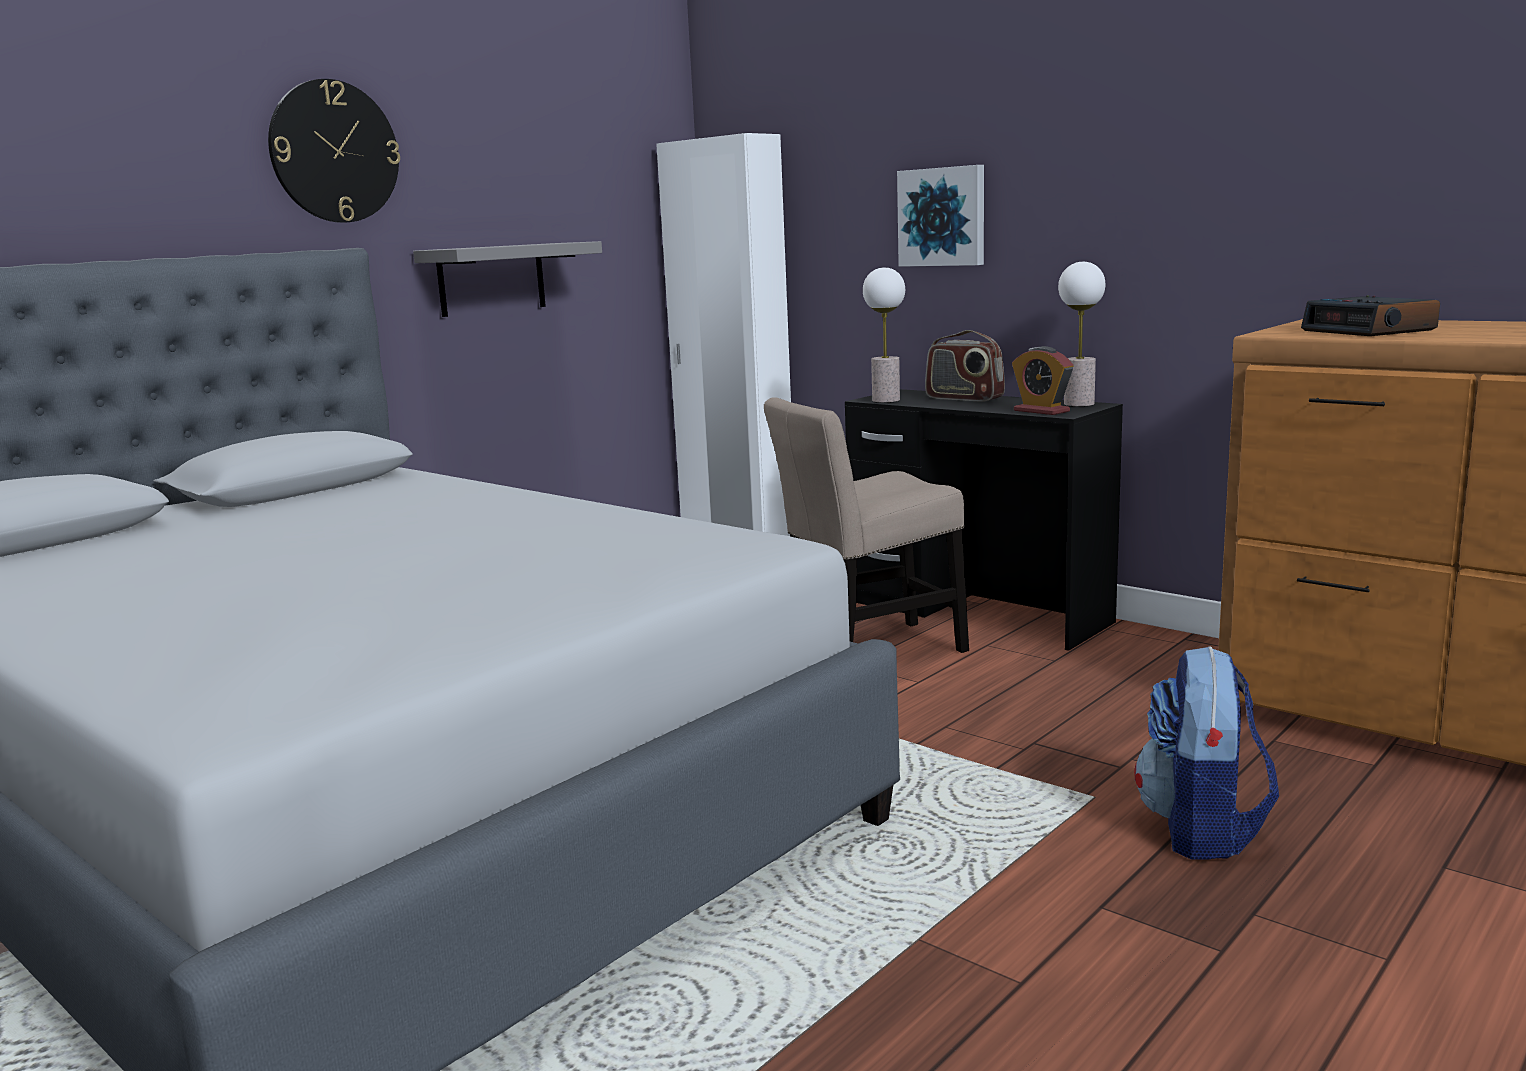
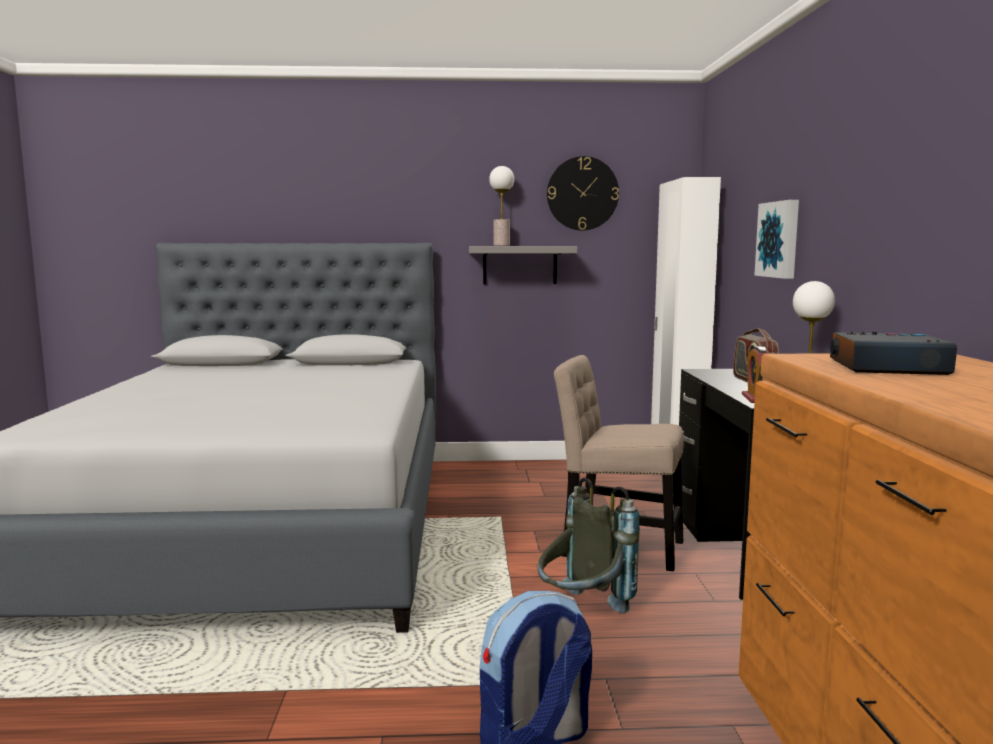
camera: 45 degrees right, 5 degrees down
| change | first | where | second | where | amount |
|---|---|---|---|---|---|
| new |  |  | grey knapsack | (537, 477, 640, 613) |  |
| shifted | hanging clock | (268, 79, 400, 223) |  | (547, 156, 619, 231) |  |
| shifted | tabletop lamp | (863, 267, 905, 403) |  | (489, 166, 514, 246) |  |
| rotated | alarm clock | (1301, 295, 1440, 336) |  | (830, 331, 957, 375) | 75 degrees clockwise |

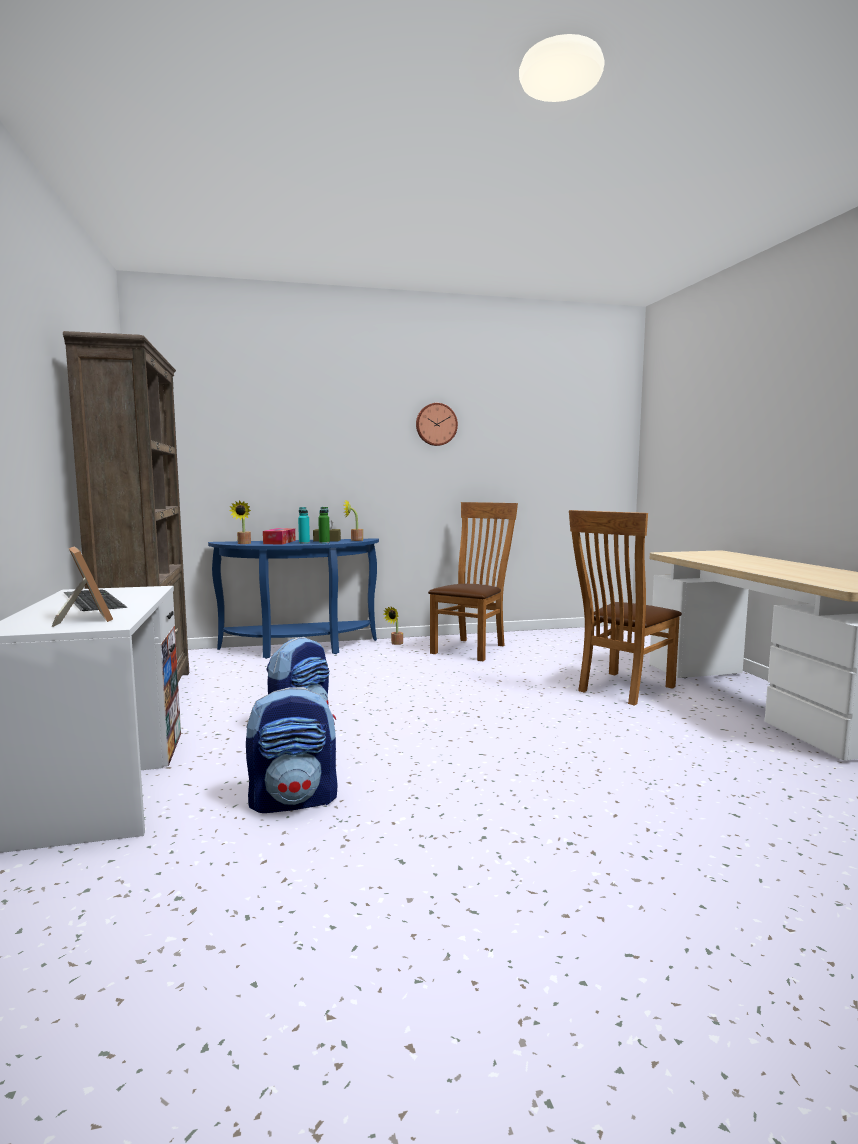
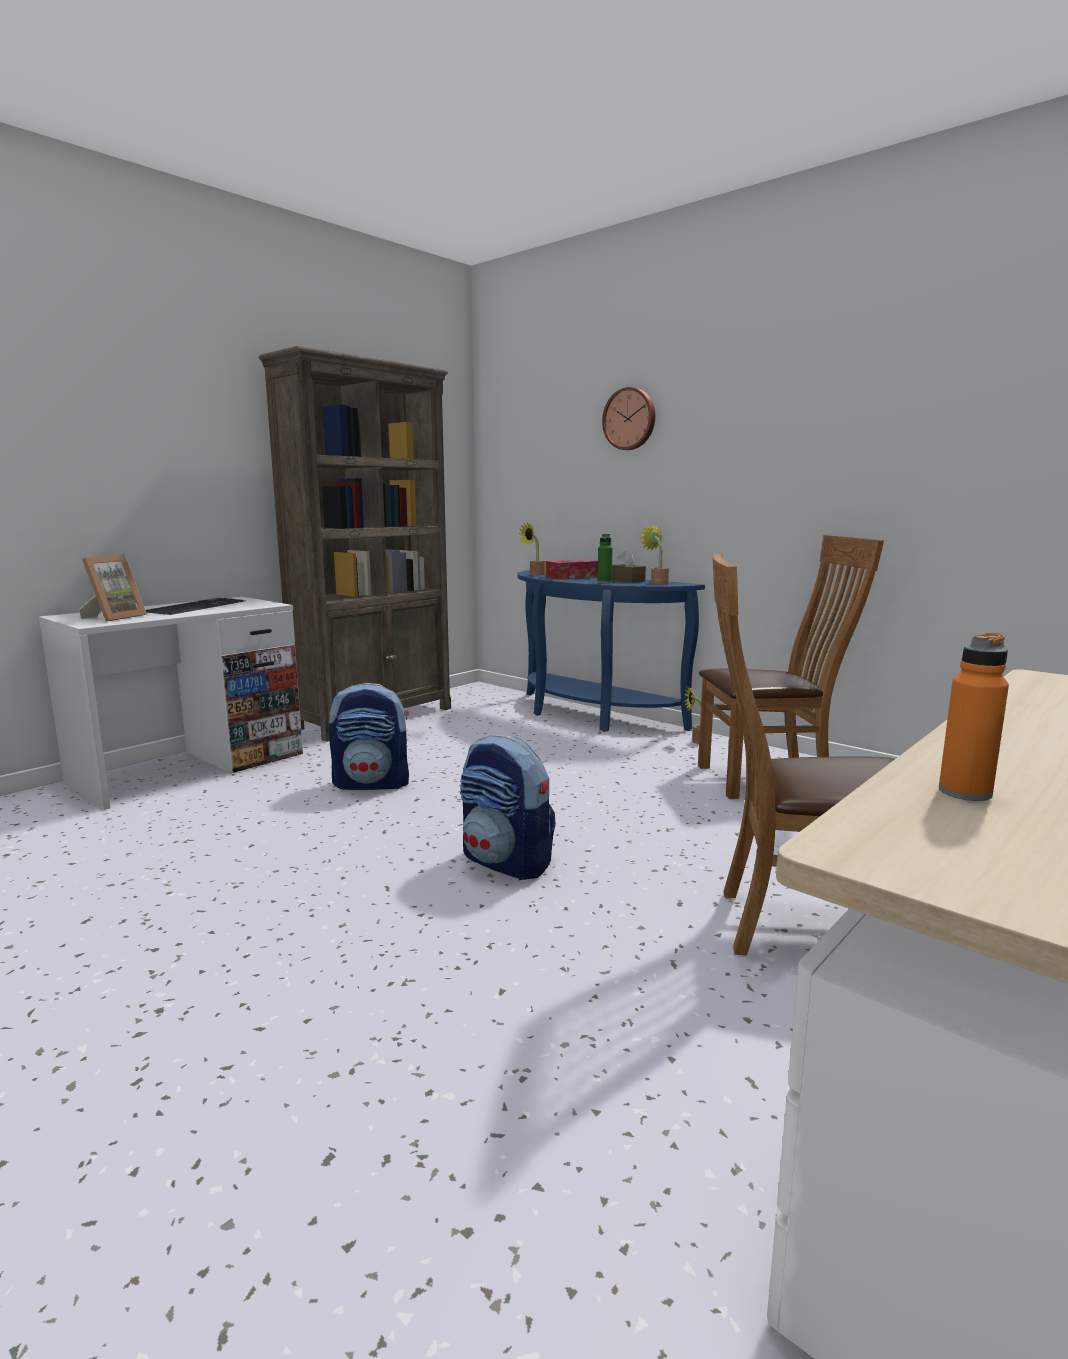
camera: 55 degrees right, 5 degrees up
| change | first | where | second | where | amount |
|---|---|---|---|---|---|
| gone | turquoise drink bottle | (298, 507, 310, 544) |  |  |  |
| new |  |  | orangey drink bottle | (939, 633, 1009, 801) |  |
| shifted | knapsack | (246, 687, 338, 813) |  | (460, 735, 556, 880) |  |
| shifted | hanging clock | (416, 403, 458, 446) |  | (602, 387, 655, 450) |  |

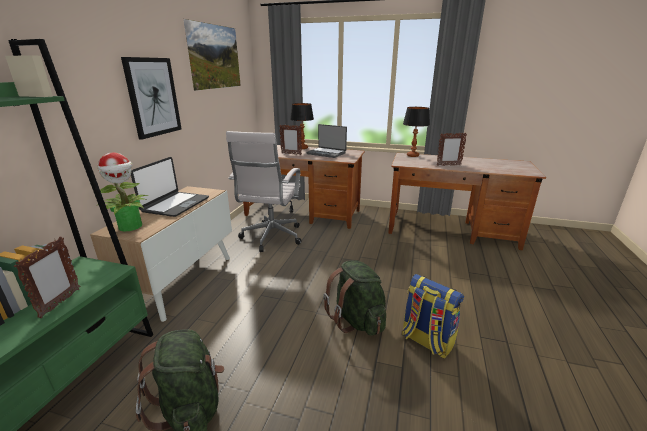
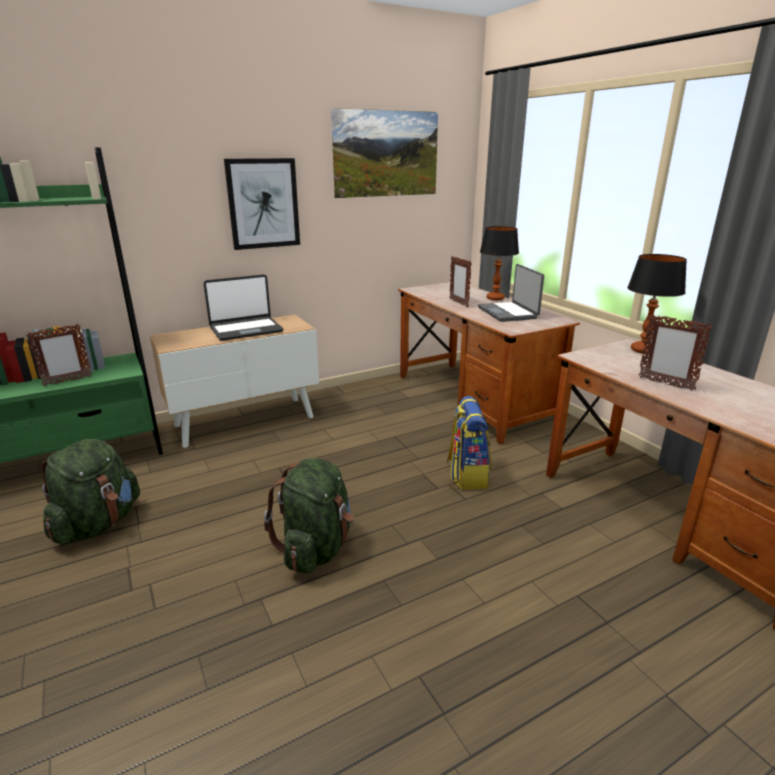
camera: 45 degrees right, 0 degrees up
| change | first | where | second | where | amount |
|---|---|---|---|---|---|
| gone | potted plant | (96, 152, 148, 232) |  |  |  |
| gone | white computer chair | (226, 131, 301, 252) |  |  |  |
| shifted | knapsack | (402, 274, 464, 359) |  | (447, 396, 491, 490) |  |

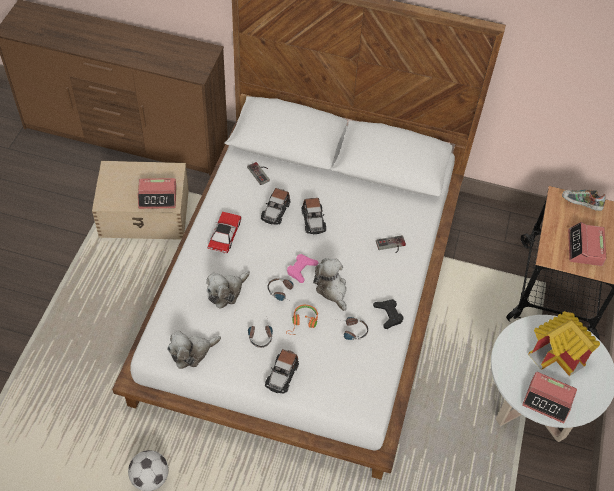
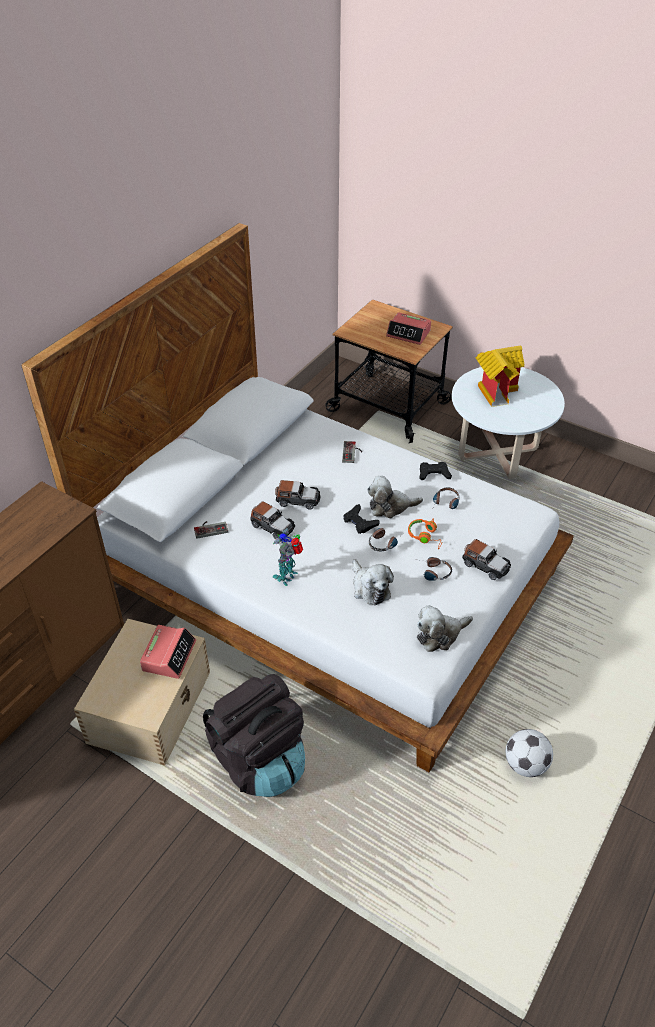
camera: 70 degrees left, 10 degrees down
| change | first | where | second | where | amount |
|---|---|---|---|---|---|
| gone | alarm clock | (522, 372, 577, 424) |  |  |  |
| gone | item of footwear | (562, 189, 606, 211) |  |  |  |
| new |  |  | blackish knapsack | (203, 674, 305, 797) |  |
| swapped | model car | (208, 212, 242, 254) | toy robot | (273, 528, 303, 586) |  |
| repainted | pink gamepad | (287, 254, 318, 283) | blackish gamepad | (343, 504, 380, 534) |  |
| rotated | plush toy | (167, 331, 221, 369) |  | (417, 605, 473, 652) | 75 degrees clockwise |

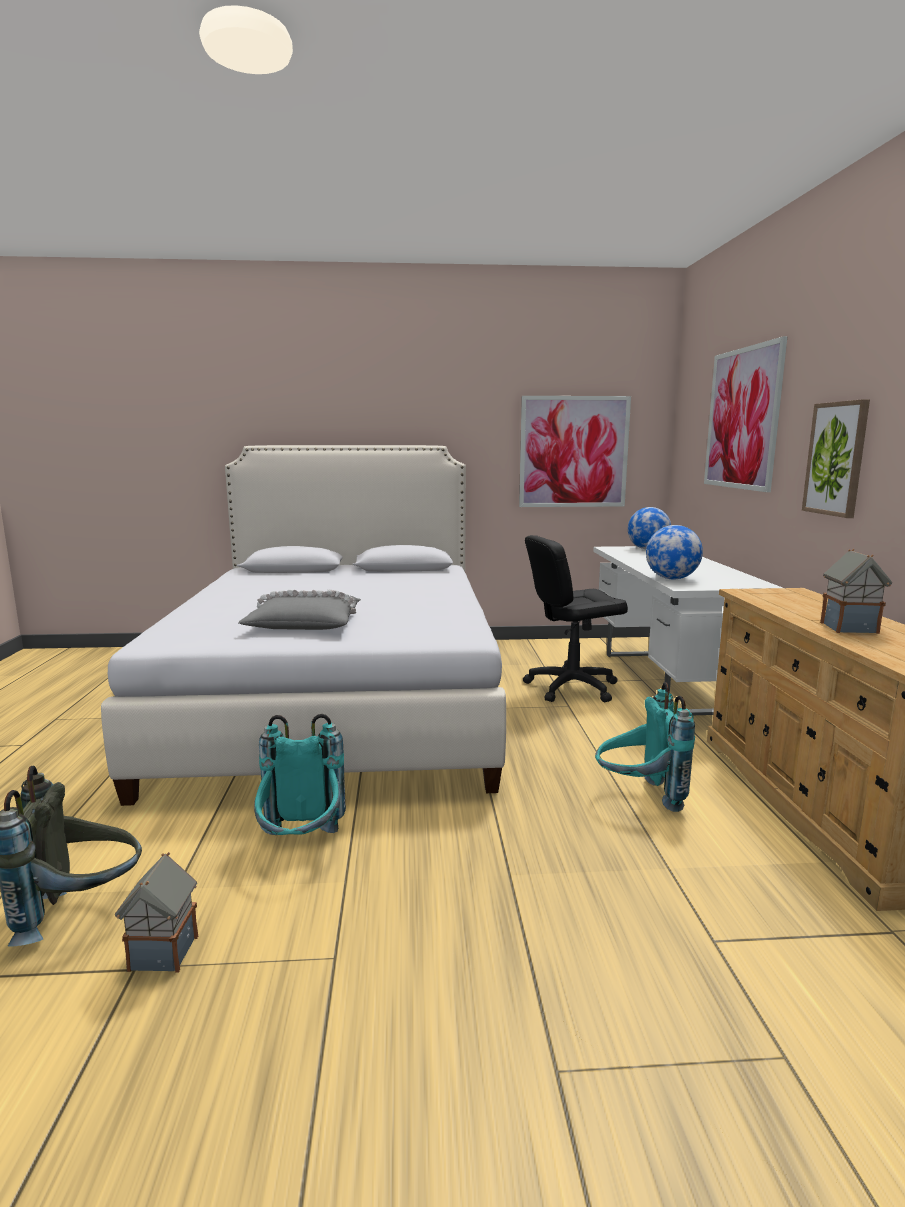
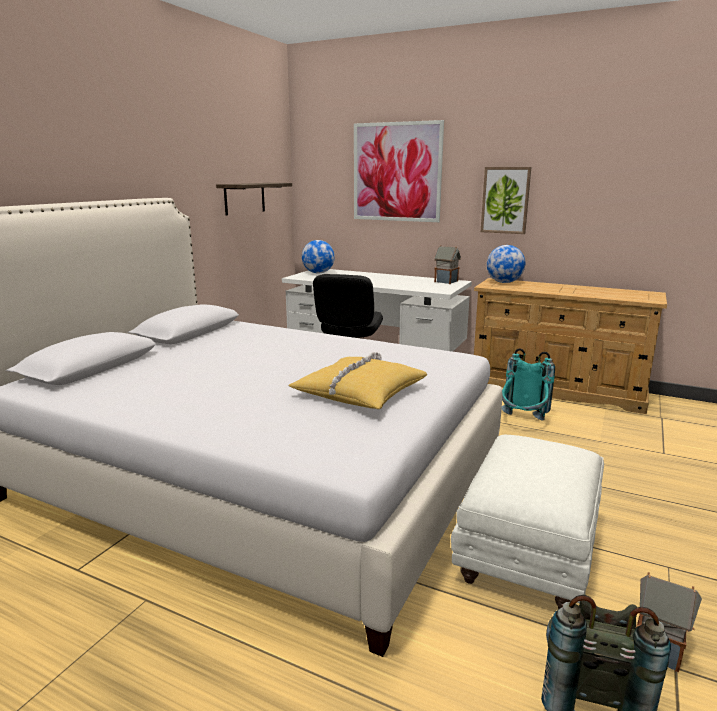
camera: 60 degrees left, 5 degrees up
| change | first | where | second | where | amount |
|---|---|---|---|---|---|
| shifted | globe | (646, 525, 703, 579) |  | (487, 245, 525, 283) |  |
| shifted | miniature house | (820, 549, 892, 634) |  | (434, 245, 461, 284) |  |
| swapped | turquoise knapsack | (254, 714, 346, 835) | white footrest | (451, 435, 604, 610) |  |
| swapped | wall art | (519, 396, 631, 507) | wall shelf | (216, 183, 292, 215) |  |
| repainted | grey pillow | (238, 589, 361, 630) | yellowish pillow | (288, 352, 428, 409) |  |

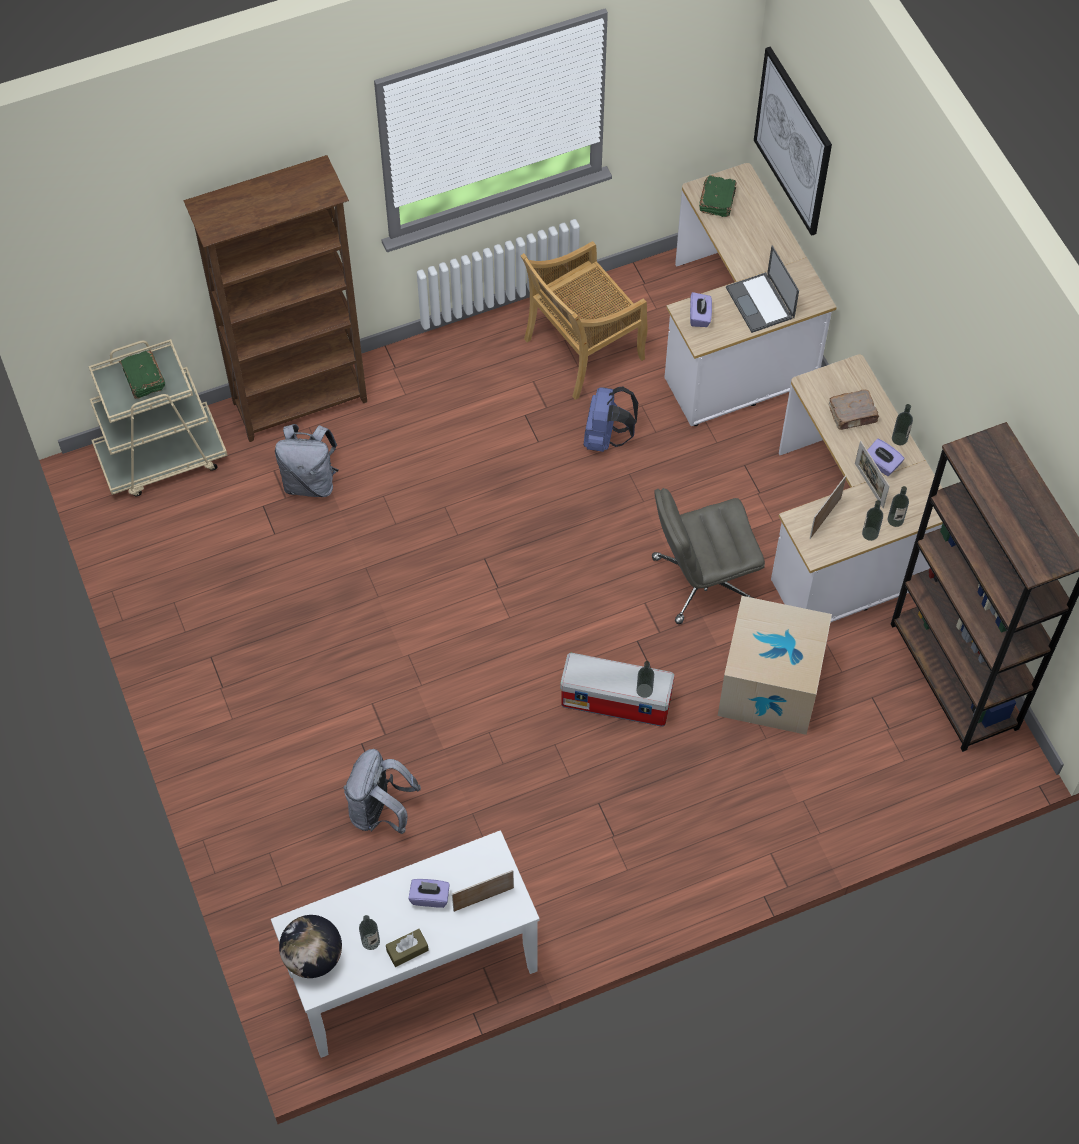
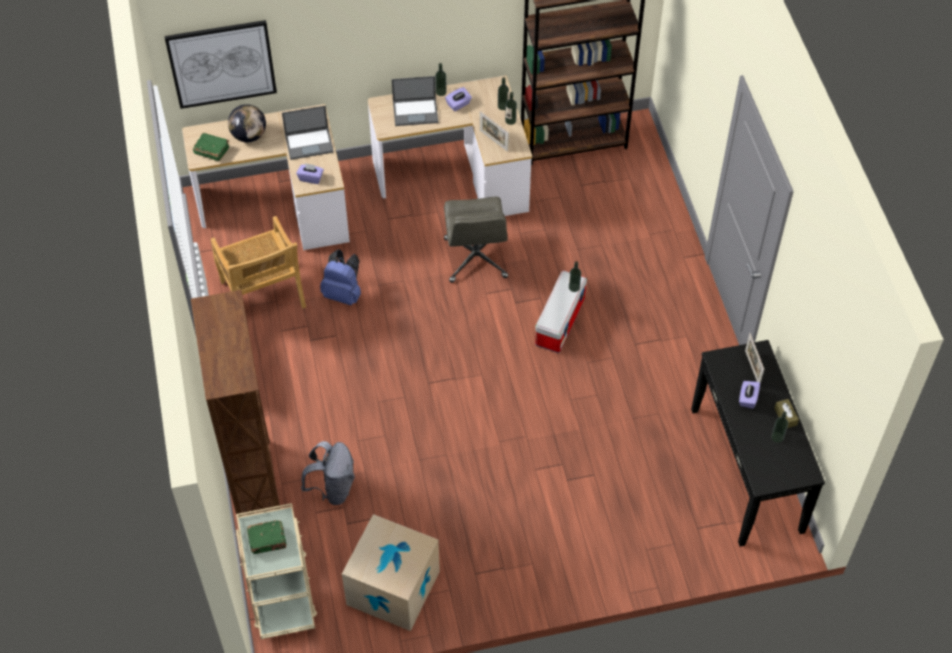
camera: 80 degrees left, 5 degrees down
| change | first | where | second | where | amount |
|---|---|---|---|---|---|
| gone | grey knapsack | (344, 749, 421, 834) |  |  |  |
| gone | picture frame | (855, 441, 890, 508) |  |  |  |
| shifted | globe | (279, 915, 342, 978) |  | (228, 104, 266, 142) |  |
| shifted | packing box | (718, 596, 832, 735) |  | (342, 514, 440, 631) |  |
| swapped | brownish volume | (829, 389, 879, 430) | notebook computer | (392, 76, 438, 126) |  |
| repainted | white narrow table | (271, 830, 539, 1058) | blackish narrow table | (691, 340, 825, 547) |  |

